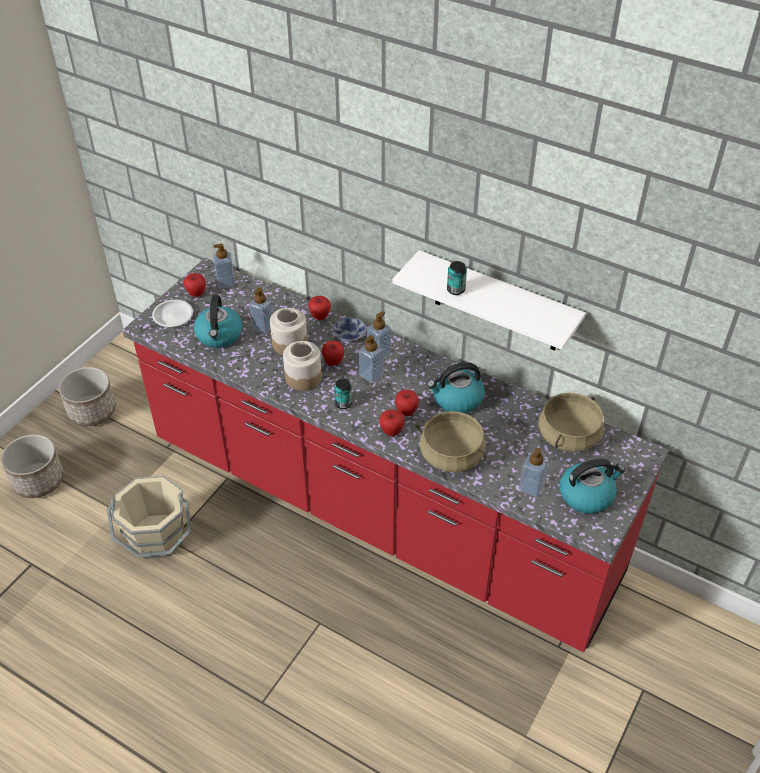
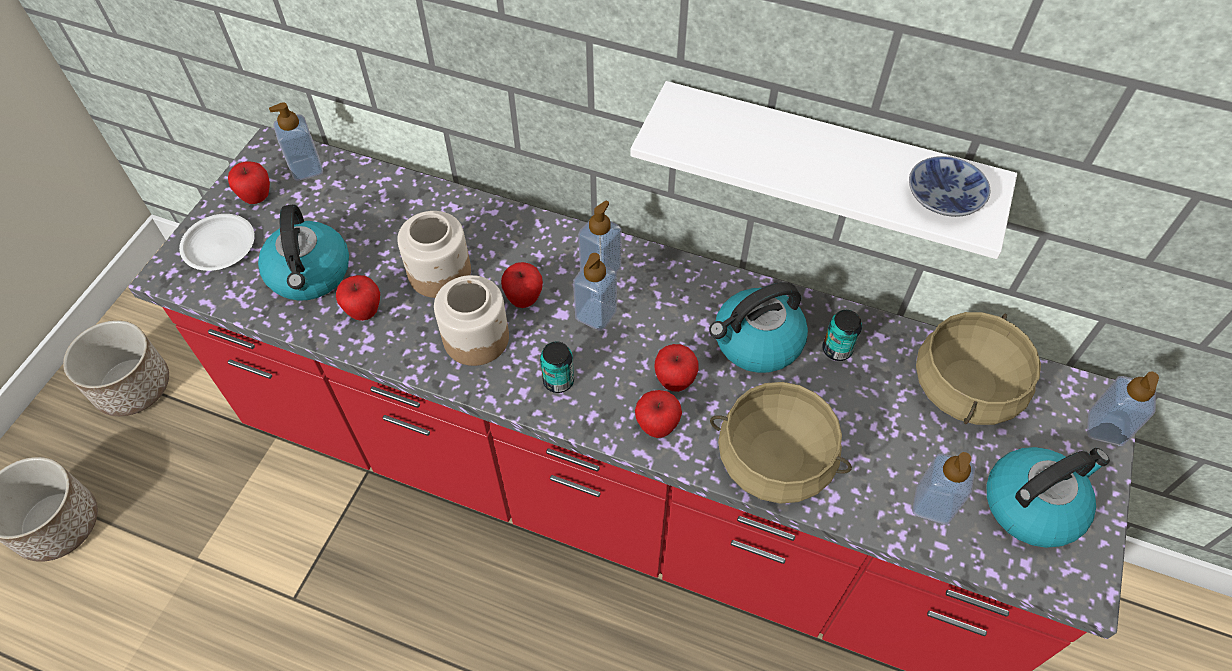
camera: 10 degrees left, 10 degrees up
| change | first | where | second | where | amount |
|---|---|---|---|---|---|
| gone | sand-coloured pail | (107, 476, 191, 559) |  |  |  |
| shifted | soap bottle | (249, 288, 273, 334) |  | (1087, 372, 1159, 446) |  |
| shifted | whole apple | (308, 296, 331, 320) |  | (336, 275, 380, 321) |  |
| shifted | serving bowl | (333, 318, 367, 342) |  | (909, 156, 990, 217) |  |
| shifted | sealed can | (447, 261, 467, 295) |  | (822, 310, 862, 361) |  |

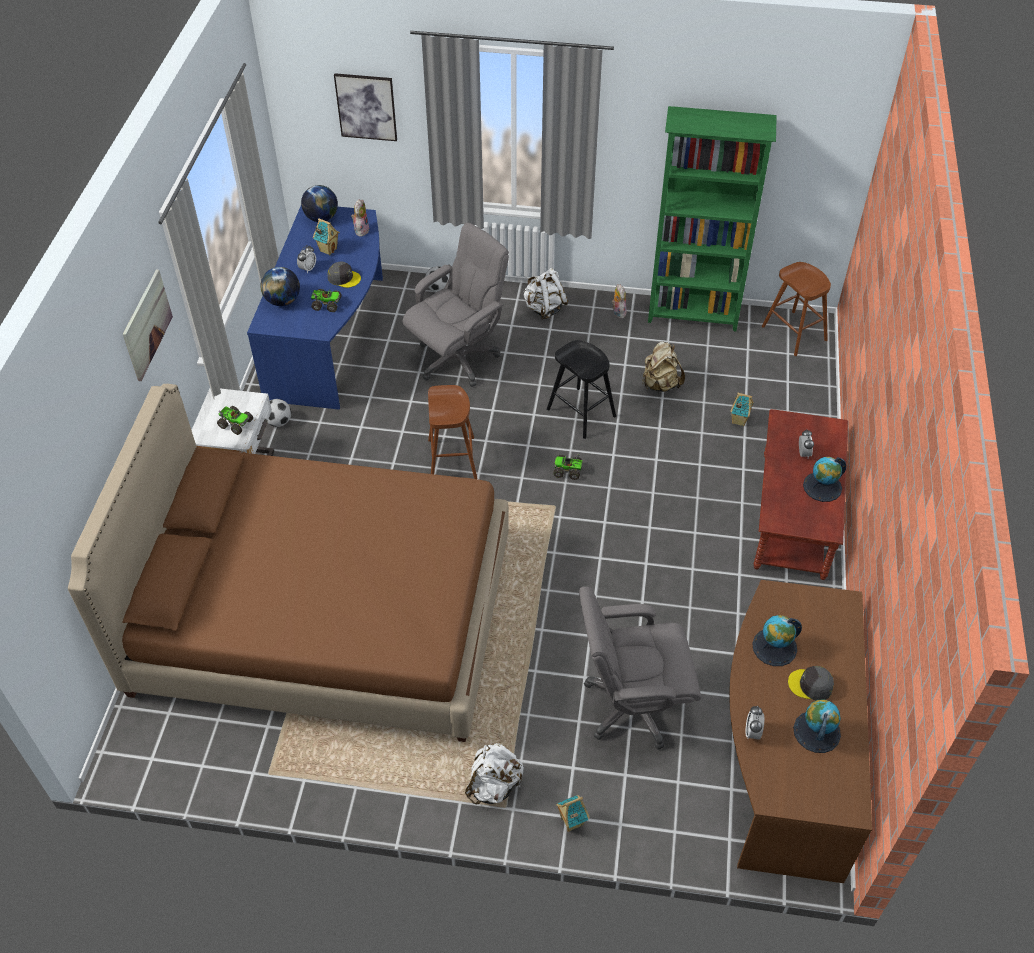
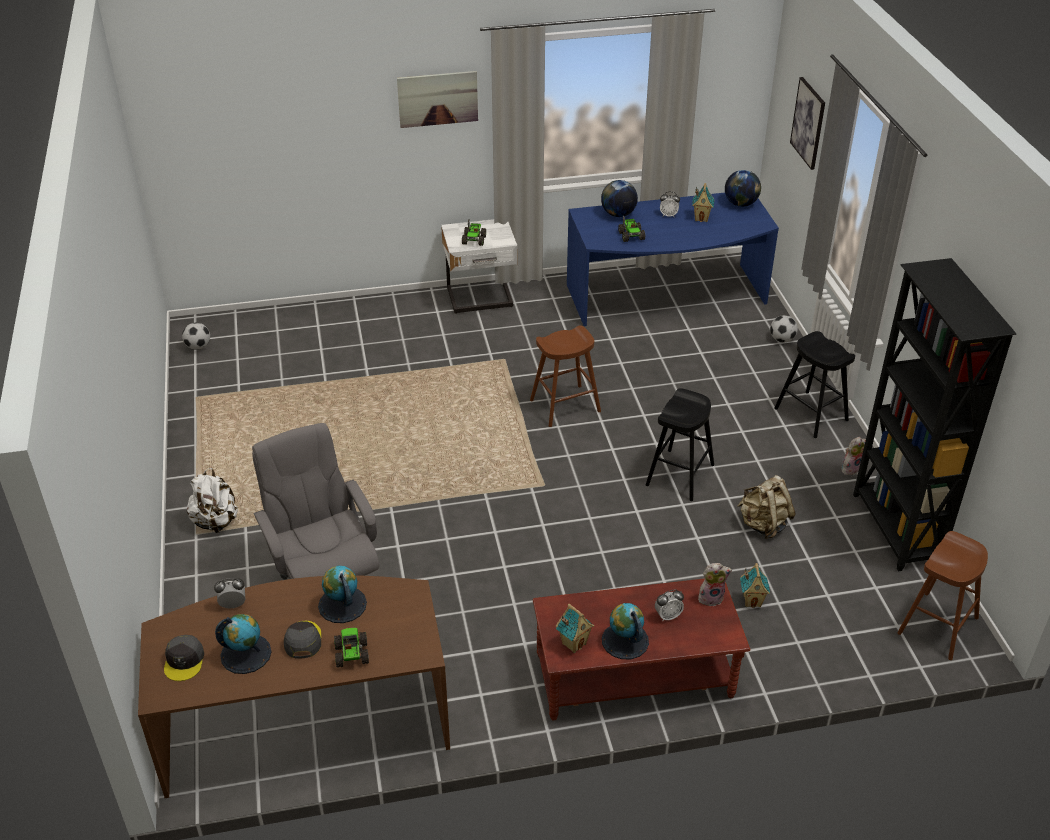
camera: 70 degrees right, 10 degrees down
| change | first | where | second | where | amount |
|---|---|---|---|---|---|
| gone | brownish sleeping bed | (68, 384, 509, 742) |  |  |  |
| gone | grey computer chair | (403, 223, 509, 387) |  |  |  |
| shifted | football | (267, 399, 291, 427) |  | (182, 323, 210, 350) |  |
| shifted | grey baseball cap | (328, 261, 361, 288) |  | (164, 635, 204, 681) |  |
| shifted | plush toy | (351, 199, 369, 236) |  | (698, 563, 732, 606) |  |
| shifted | toy lorry | (553, 454, 583, 480) |  | (334, 628, 369, 668) |  |
| shifted | miniature house | (556, 795, 590, 832) |  | (556, 604, 594, 653) |  |
| swapped | white knapsack | (523, 268, 568, 319) | blackish sitting stool | (774, 331, 855, 438) |  |
| repainted | green bookcase | (648, 106, 777, 331) | blackish bookcase | (853, 258, 1016, 571) |  |

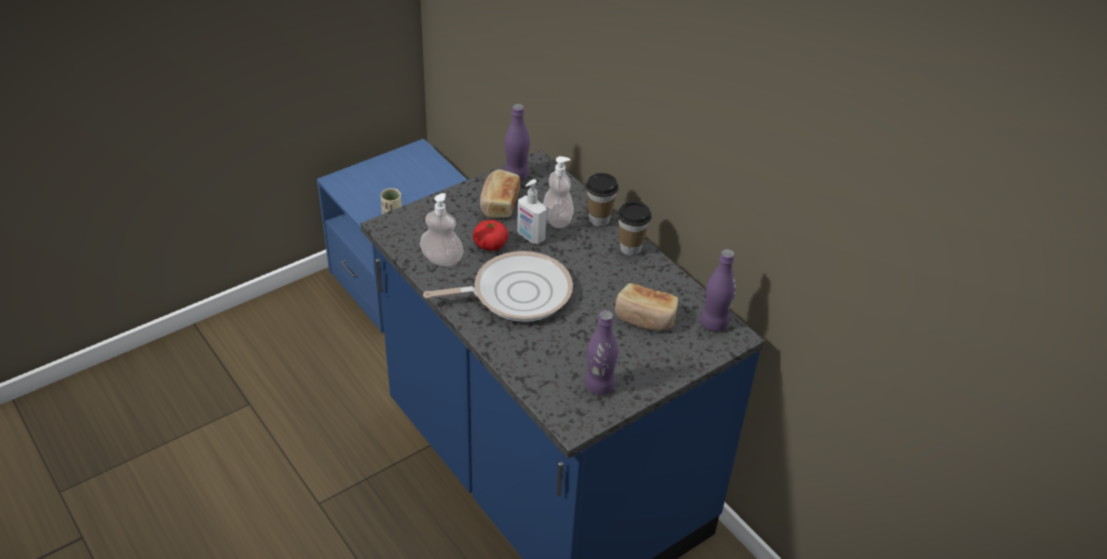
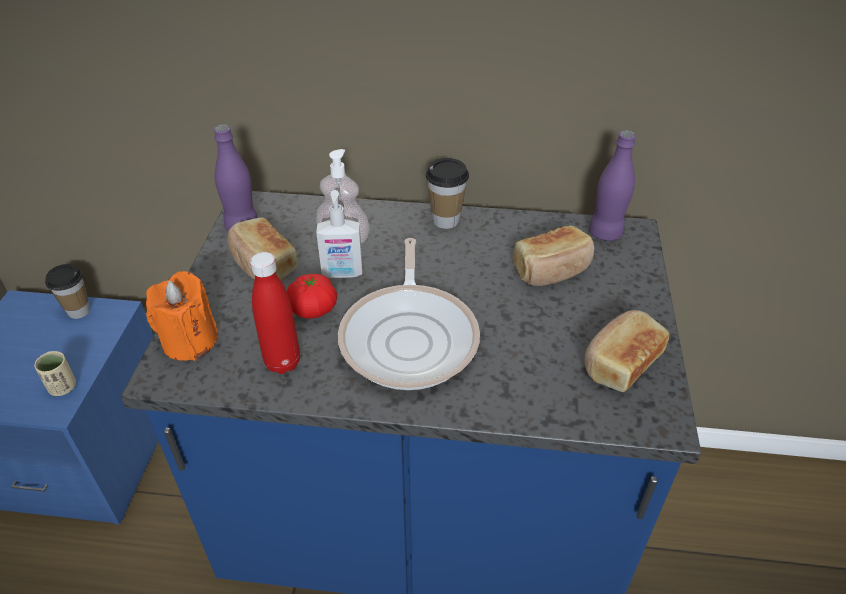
camera: 45 degrees left, 0 degrees up
| change | first | where | second | where | amount |
|---|---|---|---|---|---|
| new |  |  | orangey wax candle | (146, 271, 218, 361) |  |
| shifted | cup | (586, 173, 619, 226) |  | (45, 264, 90, 319) |  |
| swapped | soap bottle | (420, 193, 464, 267) | red-coloured drink bottle | (250, 252, 300, 374) |  |
| swapped | purple-coloured drink bottle | (585, 310, 618, 395) | bread | (584, 310, 670, 392) |  |
| rotated | skillet | (423, 251, 573, 322) |  | (338, 238, 480, 390) | 150 degrees clockwise |

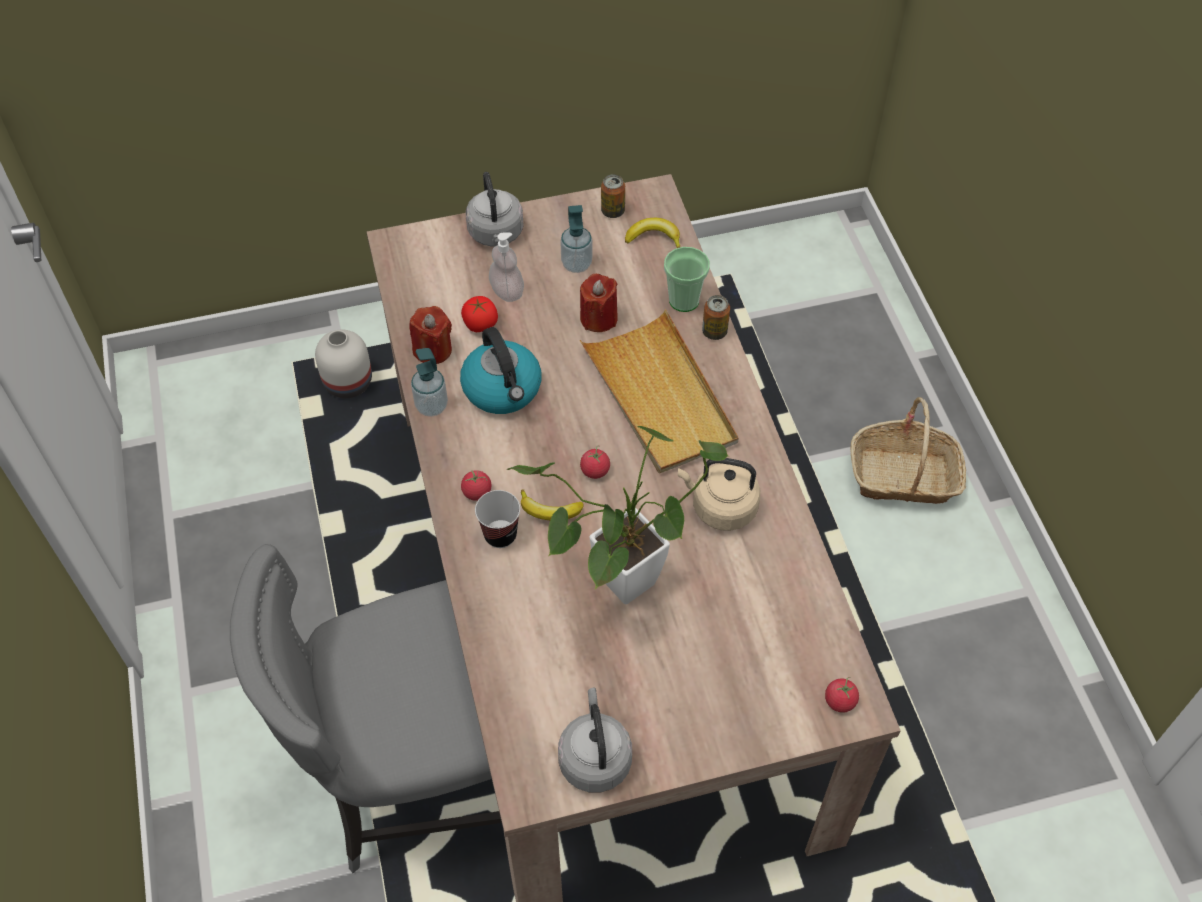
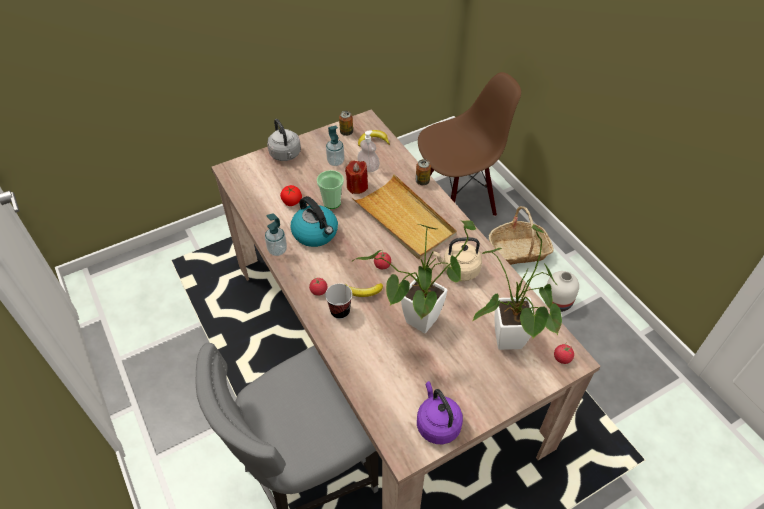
camera: 15 degrees left, 5 degrees down
| change | first | where | second | where | amount |
|---|---|---|---|---|---|
| gone | red-coloured wax candle | (409, 306, 452, 364) |  |  |  |
| new |  |  | brownish chair | (418, 72, 521, 216) |  |
| new |  |  | potted plant | (472, 224, 562, 350) |  |
| shifted | white flower vase | (315, 330, 372, 399) |  | (545, 271, 579, 312) |  |
| shifted | soap bottle | (489, 232, 524, 302) |  | (357, 130, 380, 172) |  |
| shifted | cup | (664, 247, 710, 312) |  | (317, 170, 344, 209) |  |
| repainted | grey tea kettle | (558, 688, 632, 793) | purple-coloured tea kettle | (417, 381, 463, 444) |  |

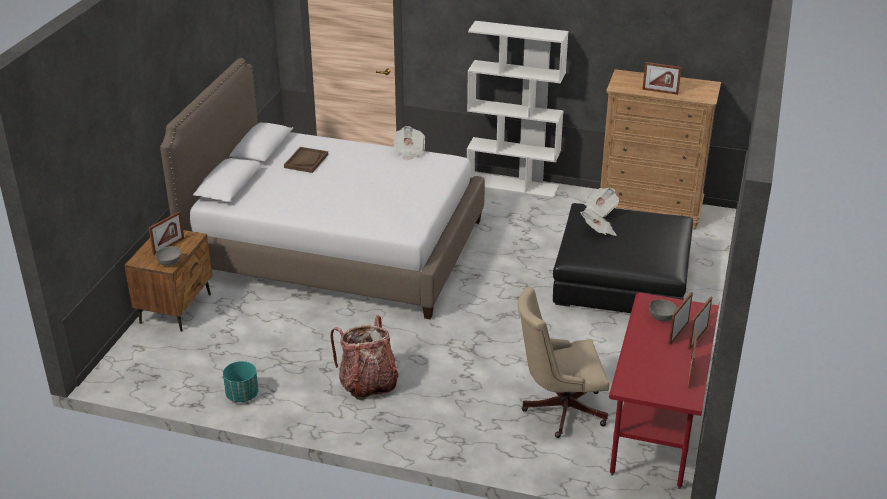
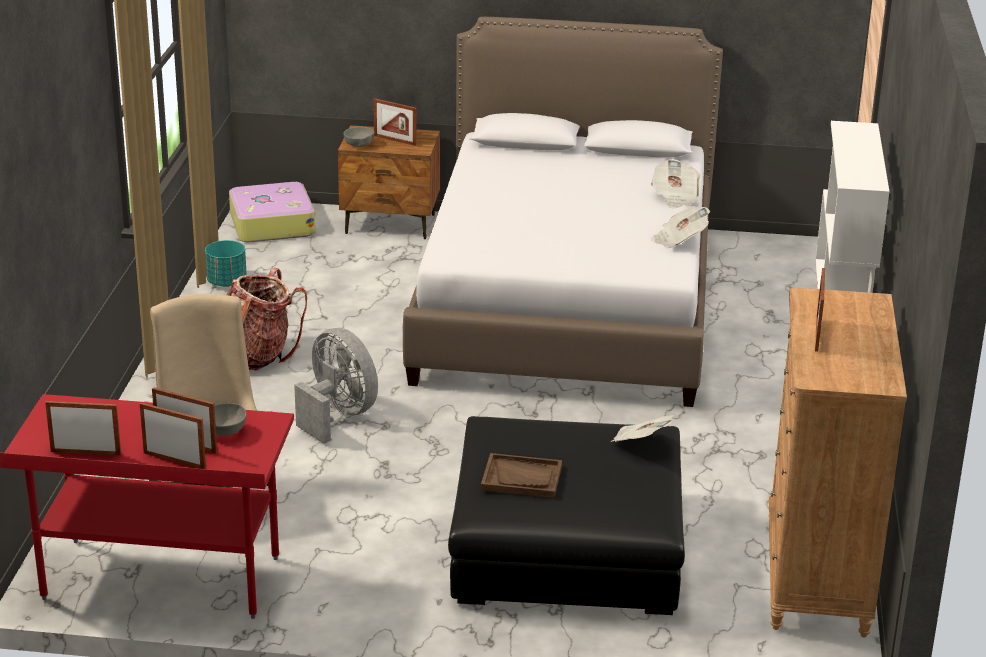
camera: 80 degrees right, 5 degrees down
| change | first | where | second | where | amount |
|---|---|---|---|---|---|
| new |  |  | suitcase | (229, 182, 315, 242) |  |
| new |  |  | grey cooling fan | (294, 328, 378, 444) |  |
| shifted | brownish tray | (284, 147, 328, 173) |  | (481, 453, 562, 498) |  |
| shifted | newspaper | (580, 210, 616, 236) |  | (651, 159, 700, 208) |  |

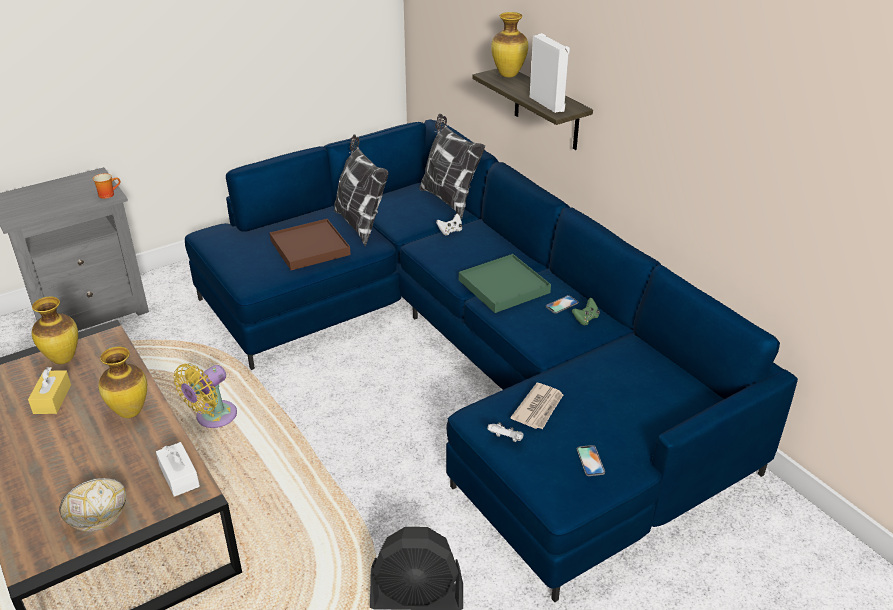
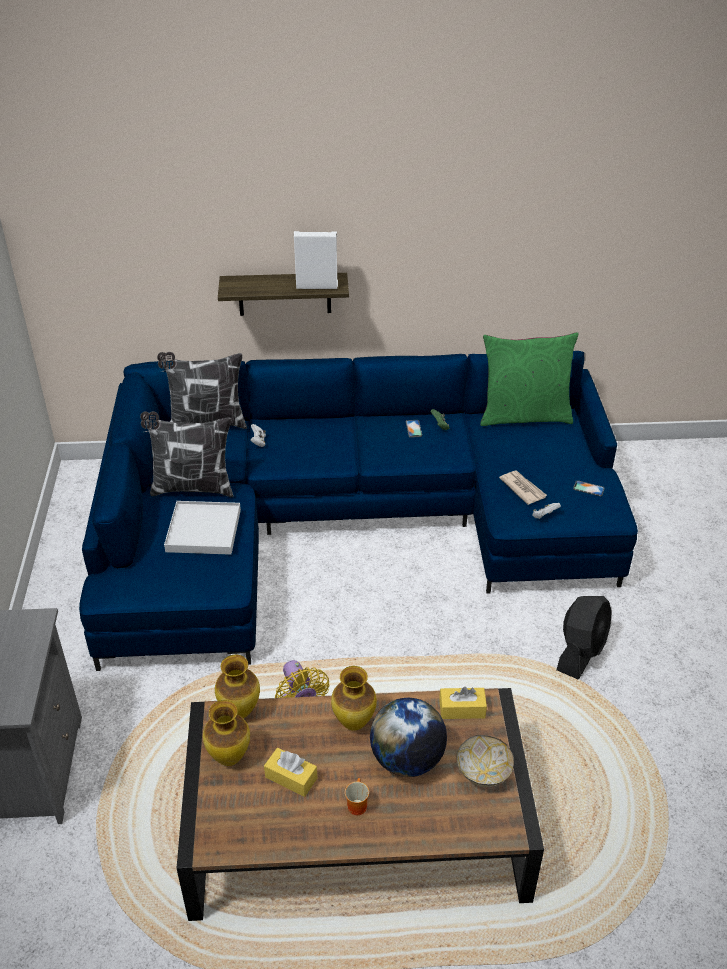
camera: 60 degrees left, 5 degrees up
| change | first | where | second | where | amount |
|---|---|---|---|---|---|
| gone | green tray | (459, 254, 551, 313) |  |  |  |
| new |  |  | globe | (370, 698, 447, 777) |  |
| new |  |  | green pillow | (480, 332, 578, 426) |  |
| shifted | mug | (92, 173, 120, 199) |  | (345, 778, 369, 815) |  |
| shifted | flower vase | (491, 12, 528, 77) |  | (215, 655, 260, 718) |  |
| repainted | white tissue holder | (156, 442, 200, 497) | yellowish tissue holder | (439, 687, 487, 719) |  |
| repainted | brownish tray | (270, 219, 351, 270) | white tray | (164, 501, 241, 555) |  |

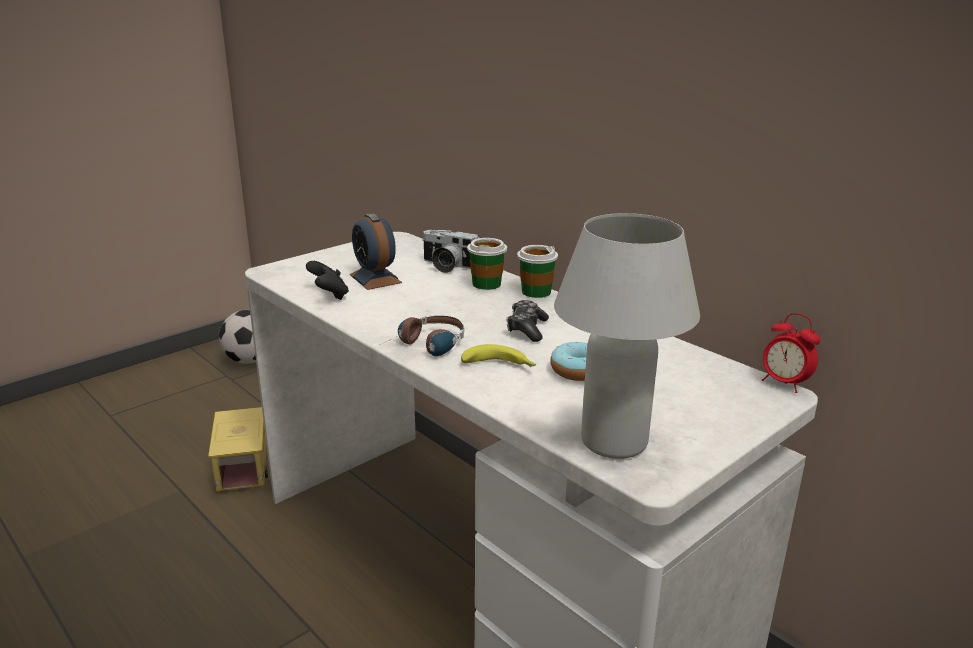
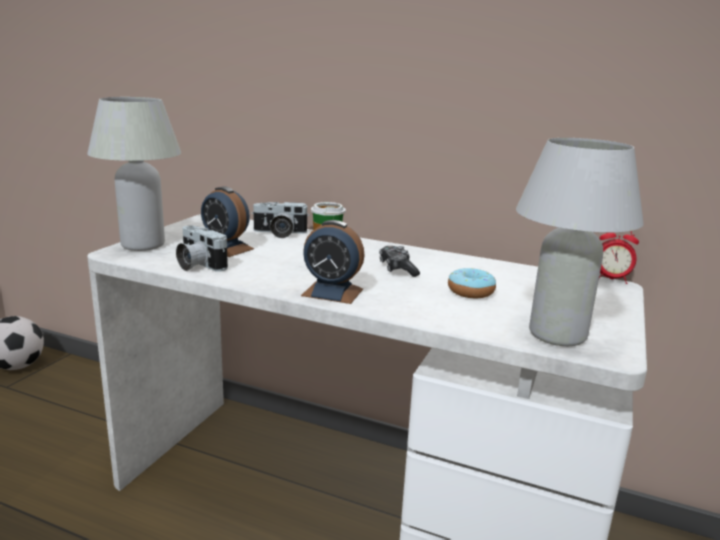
camera: 25 degrees left, 5 degrees down
| change | first | where | second | where | amount |
|---|---|---|---|---|---|
| gone | toy lorry | (208, 407, 268, 492) |  |  |  |
| gone | whole banana | (461, 344, 536, 367) |  |  |  |
| gone | cup | (517, 245, 558, 298) |  |  |  |
| new |  |  | white tabletop lamp | (87, 97, 181, 251) |  |
| swapped | blackish gamepad | (306, 261, 349, 300) | photo camera | (176, 226, 228, 272) |  |
| swapped | pair of headphones | (390, 316, 465, 356) | alarm clock | (301, 220, 365, 304) |  |

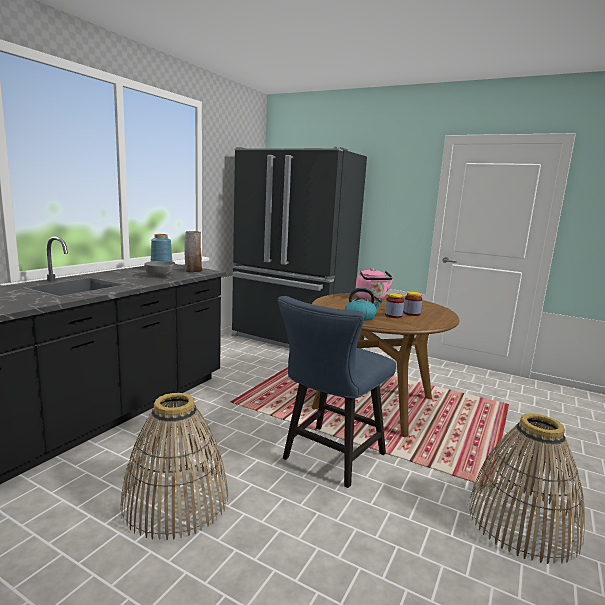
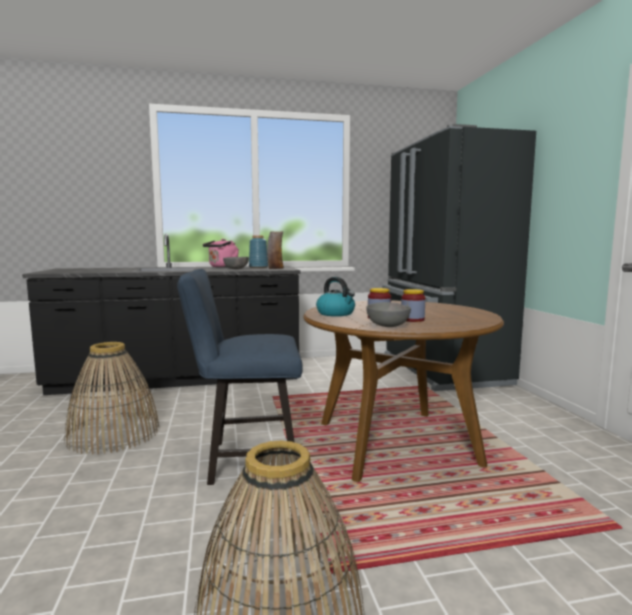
camera: 50 degrees right, 5 degrees down
| change | first | where | second | where | amount |
|---|---|---|---|---|---|
| new |  |  | grey serving bowl | (367, 302, 411, 327) |  |
| shifted | pink tea kettle | (356, 268, 393, 300) |  | (203, 239, 239, 268) |  |

